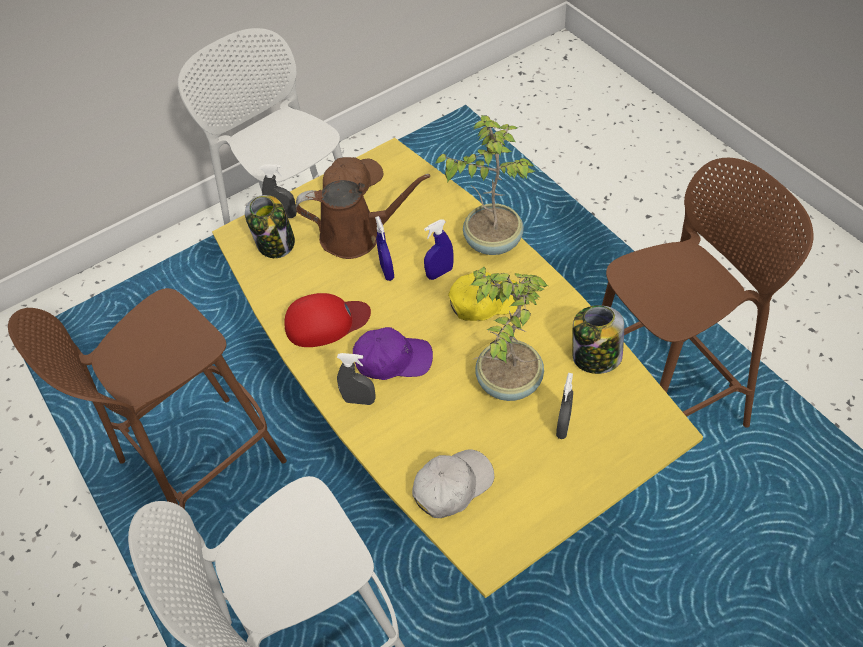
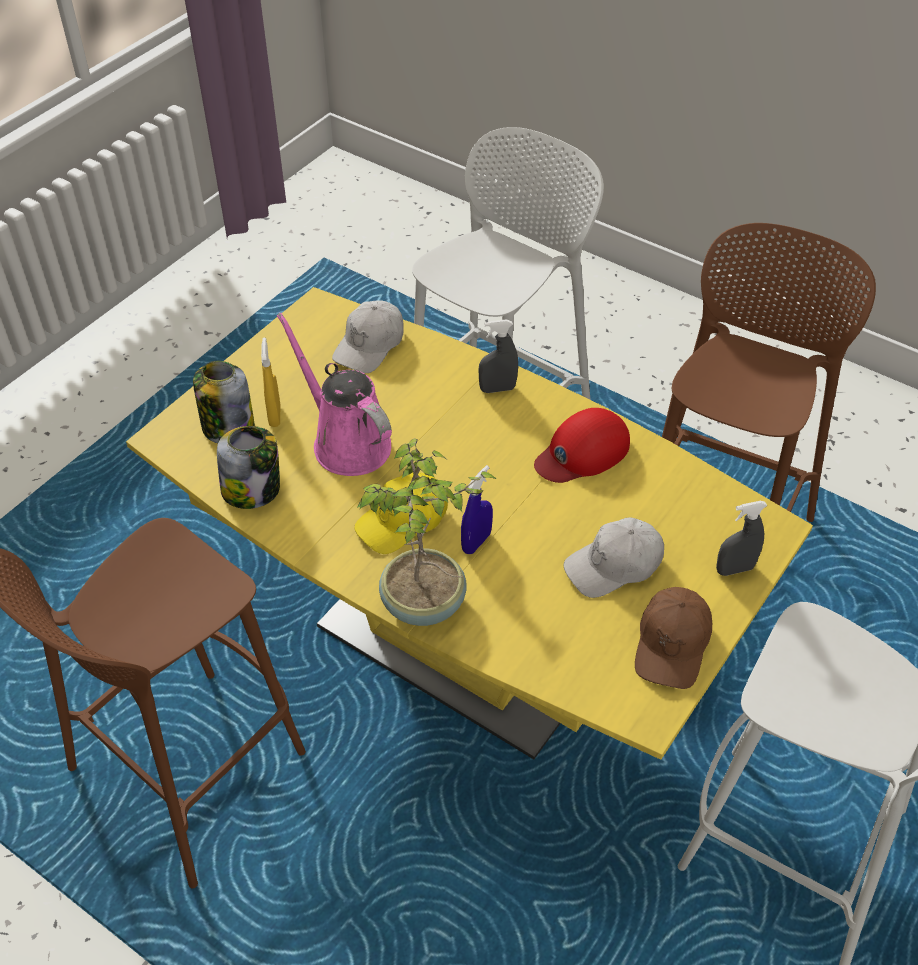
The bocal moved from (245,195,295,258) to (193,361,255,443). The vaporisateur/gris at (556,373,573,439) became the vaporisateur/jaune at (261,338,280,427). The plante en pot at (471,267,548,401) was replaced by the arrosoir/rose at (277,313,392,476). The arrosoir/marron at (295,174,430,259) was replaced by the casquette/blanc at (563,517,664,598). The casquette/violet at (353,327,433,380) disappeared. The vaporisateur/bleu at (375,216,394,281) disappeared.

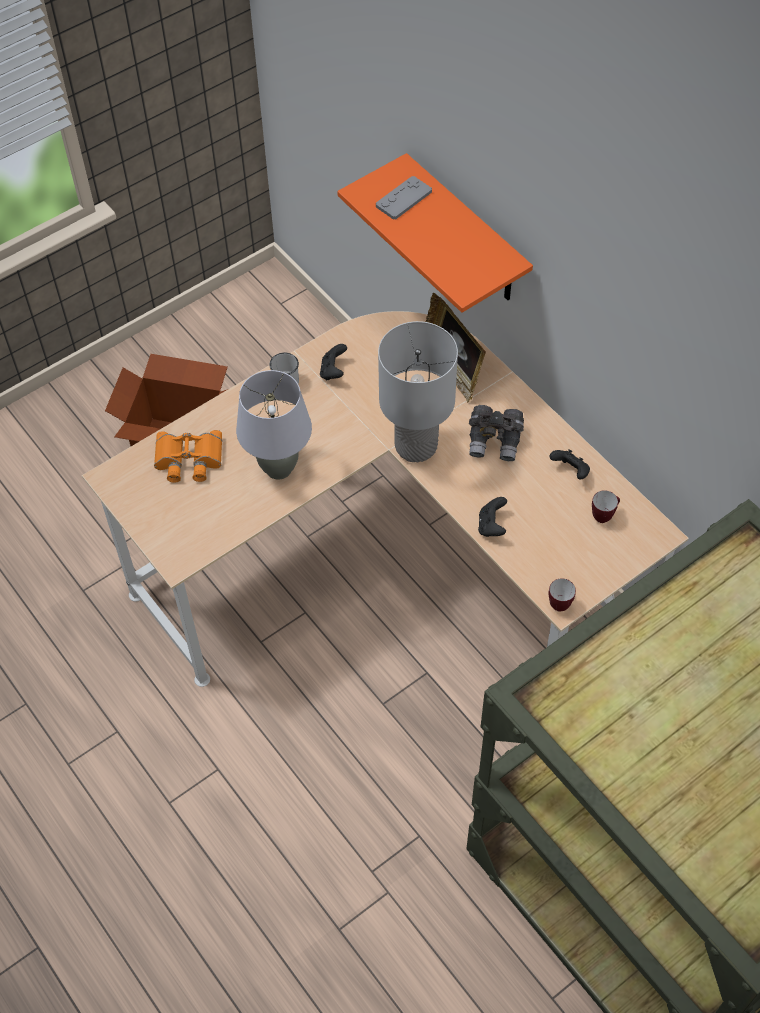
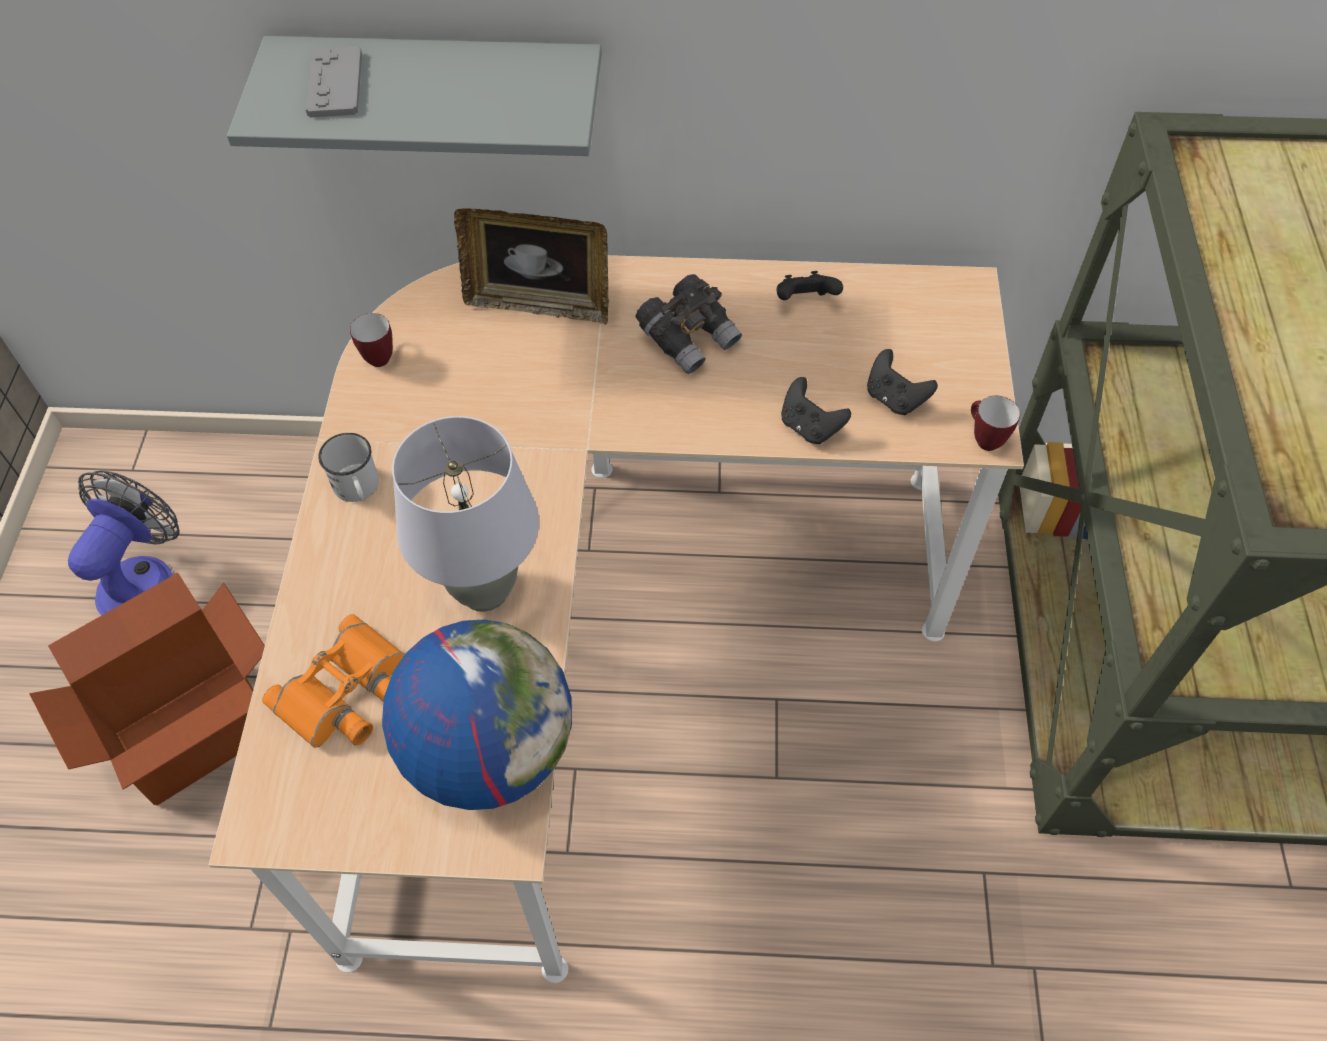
The ventilateur at (68,470,180,616) appeared. The étagère/orange at (337,153,533,313) became the étagère/gris at (227,36,602,156). The mug moved from (592,490,620,523) to (350,313,393,367). The globe at (382,619,572,810) appeared. The manette/noir moved from (320,344,347,380) to (867,349,938,415). The lampe de table/gris at (378,321,458,462) disappeared.

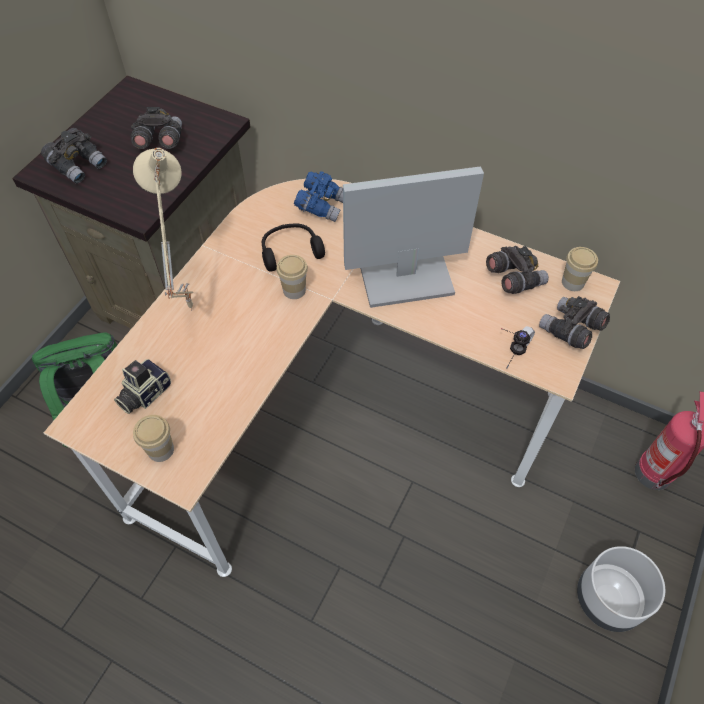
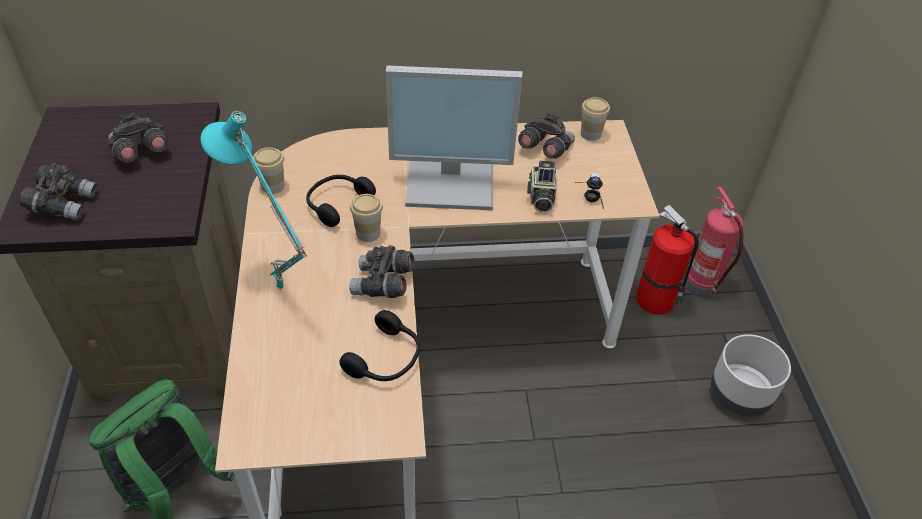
The lampe de table/beige at (133,148,193,311) became the lampe de table/turquoise at (200,111,307,292). The tasse moved from (133,415,174,462) to (253,147,285,194). The casque audio/noir at (339,310,420,381) appeared. The jumelles/gris moved from (539,296,610,349) to (349,245,414,298). The écran d'ordinateur at (343,166,484,308) turned 135 degrees counterclockwise. The appareil photo moved from (114,359,171,414) to (527,161,557,213). The extincteur at (636,205,699,315) appeared. The jumelles/bleu at (294,171,343,222) disappeared.

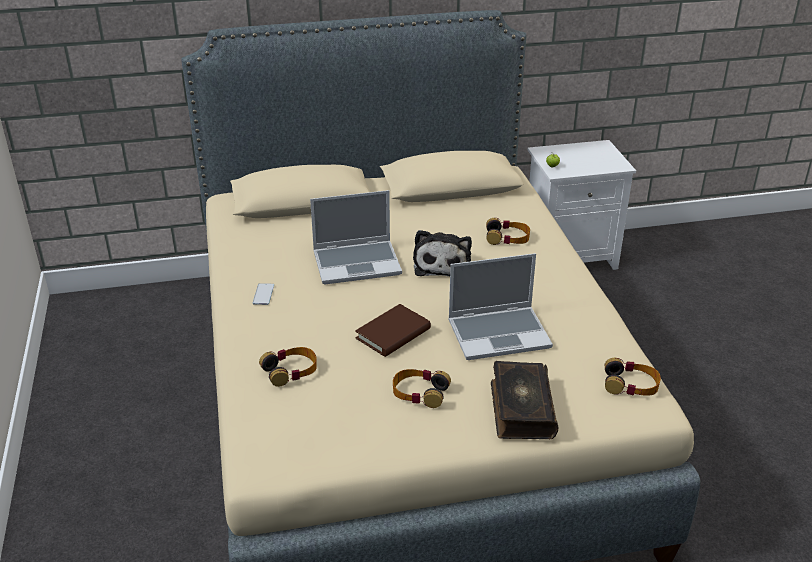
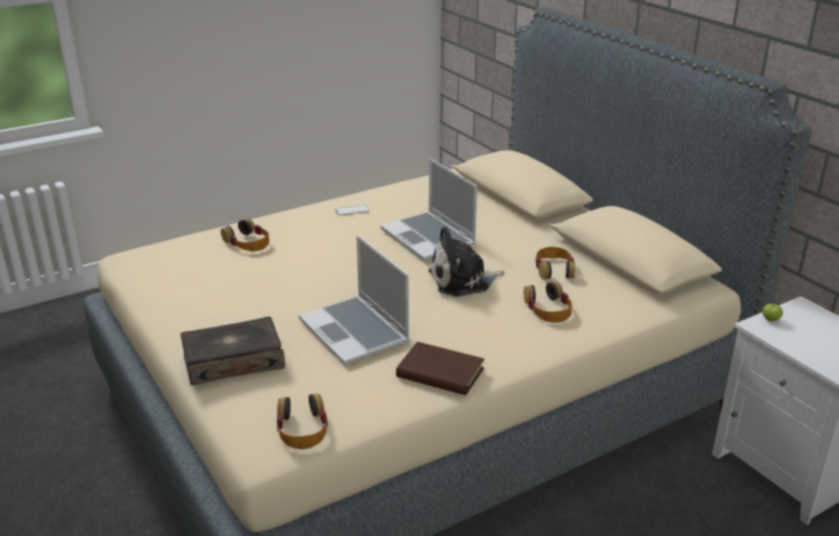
The livre/marron moved from (355,304,431,357) to (396,342,484,395). The casque audio moved from (393,369,451,408) to (535,247,575,279).

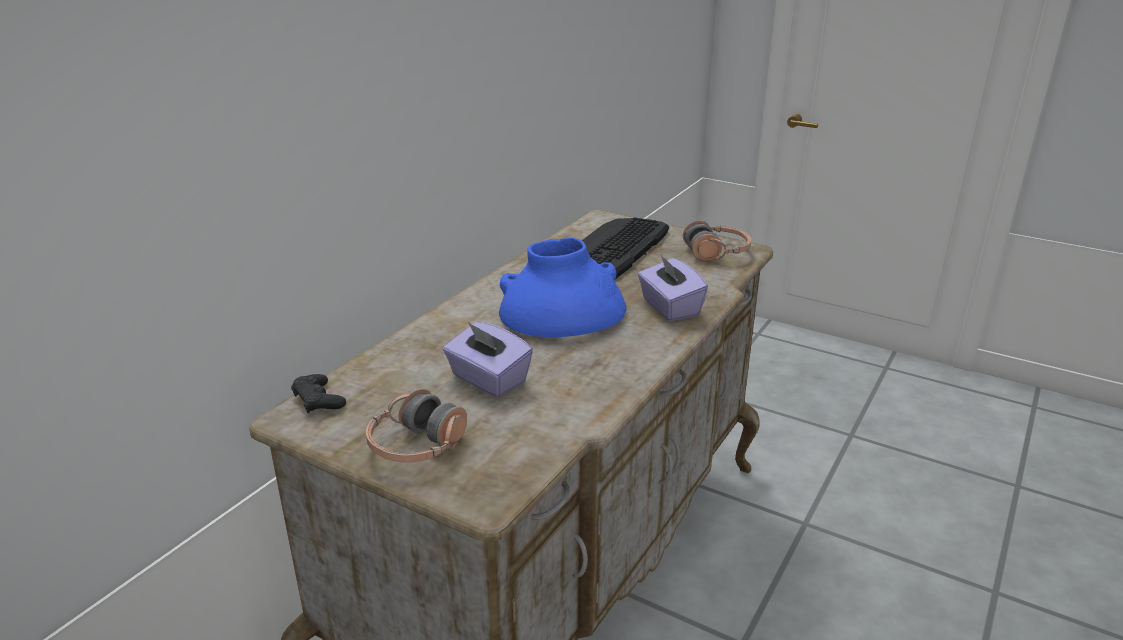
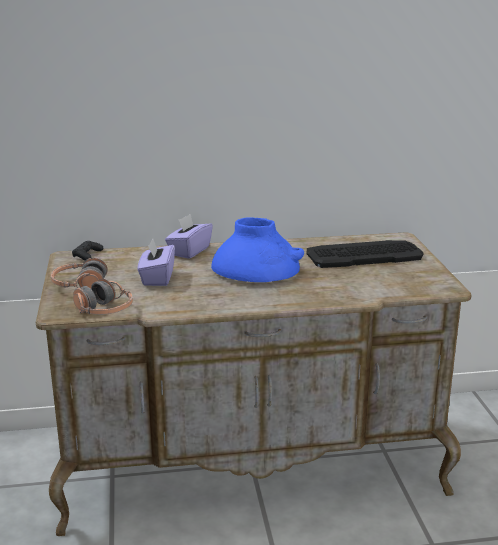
The casque audio moved from (683,221,751,261) to (73,279,133,315). The boîte à mouchoirs/violet moved from (638,255,708,321) to (165,214,213,259).

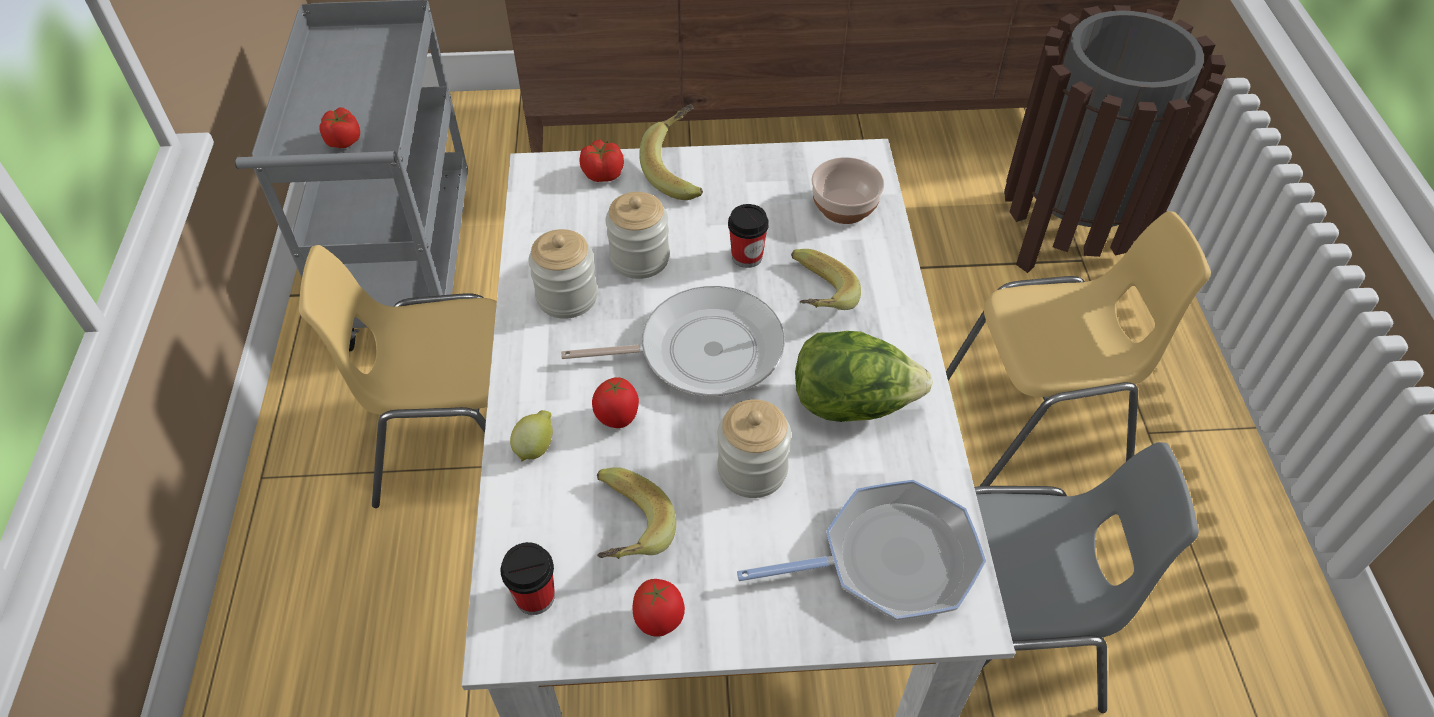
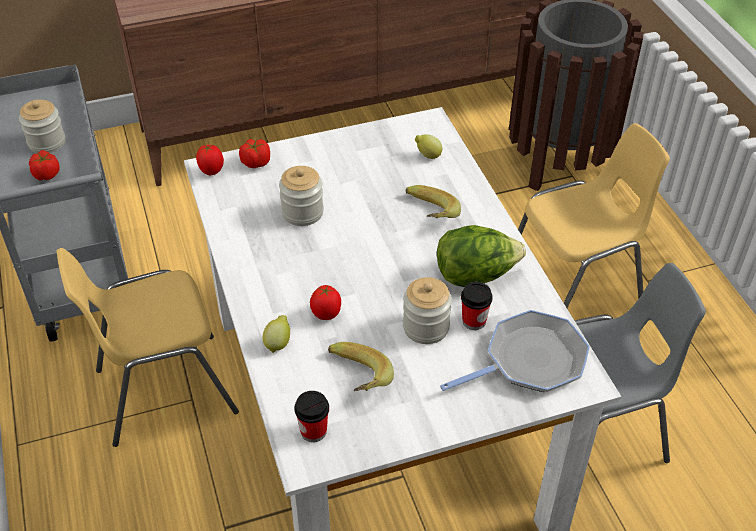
The bocal moved from (528,229,598,319) to (19,100,65,153). The tomate moved from (633,579,685,637) to (196,144,224,175). The bol at (811,157,884,224) was replaced by the citron at (415,134,442,159). The tasse moved from (728,204,769,268) to (461,282,493,330). The poêle at (561,286,785,396) disappeared. The banane at (639,104,703,200) disappeared.

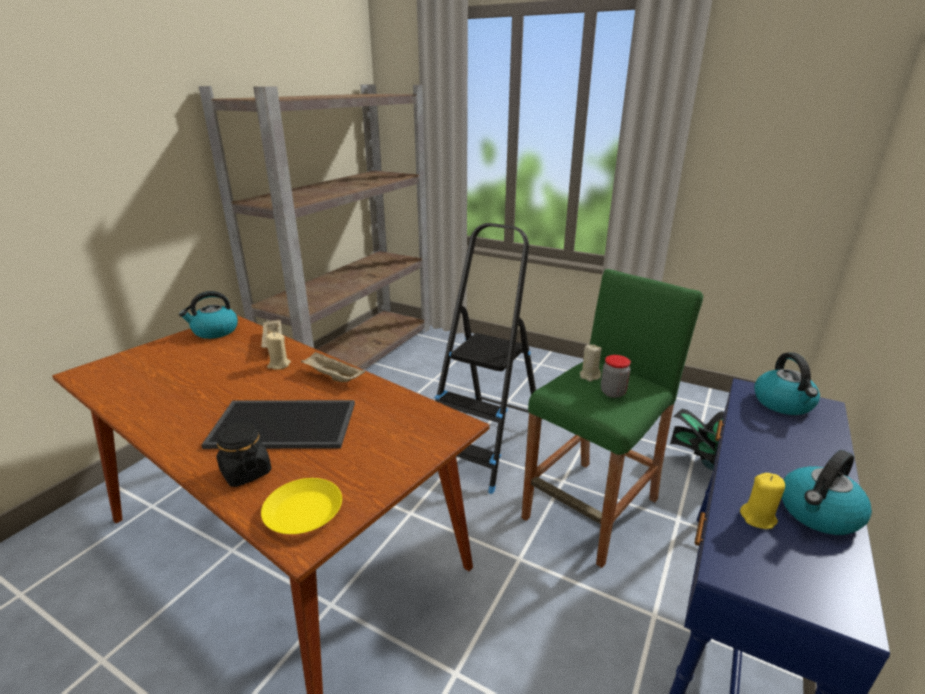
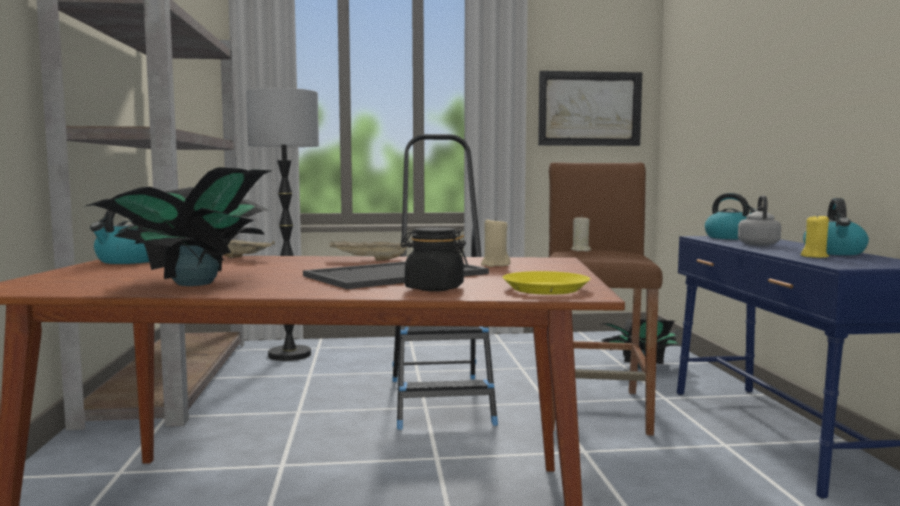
The plante en pot at (83,167,271,286) appeared. The lampadaire at (246,88,319,361) appeared. The bougie/beige moved from (266,332,291,370) to (481,217,511,267). The tableau at (538,71,642,146) appeared. The tabouret/vert at (521,269,703,568) became the tabouret/marron at (549,162,663,436). The bouilloire/gris at (738,195,781,246) appeared. The bocal at (601,355,631,398) disappeared.

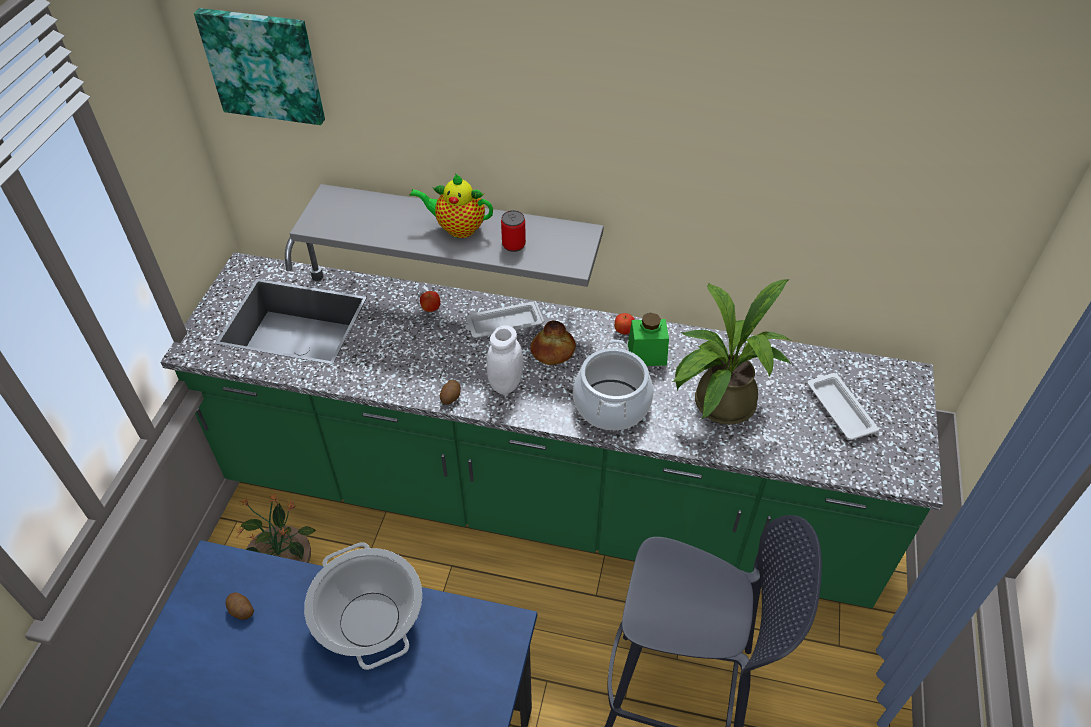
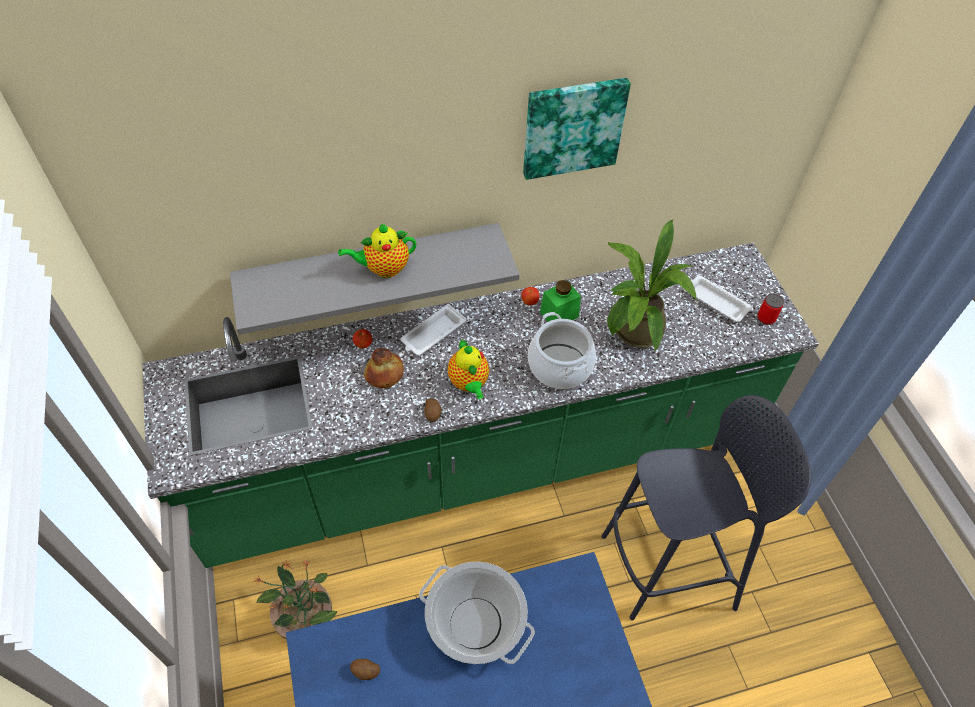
The pain moved from (530,320,576,365) to (364,348,404,388). The bocal/blanc at (486,325,523,395) was replaced by the théière at (448,339,489,399). The tableau moved from (194,8,325,125) to (523,78,631,180). The boîte métallique moved from (501,210,526,252) to (758,293,784,325).

